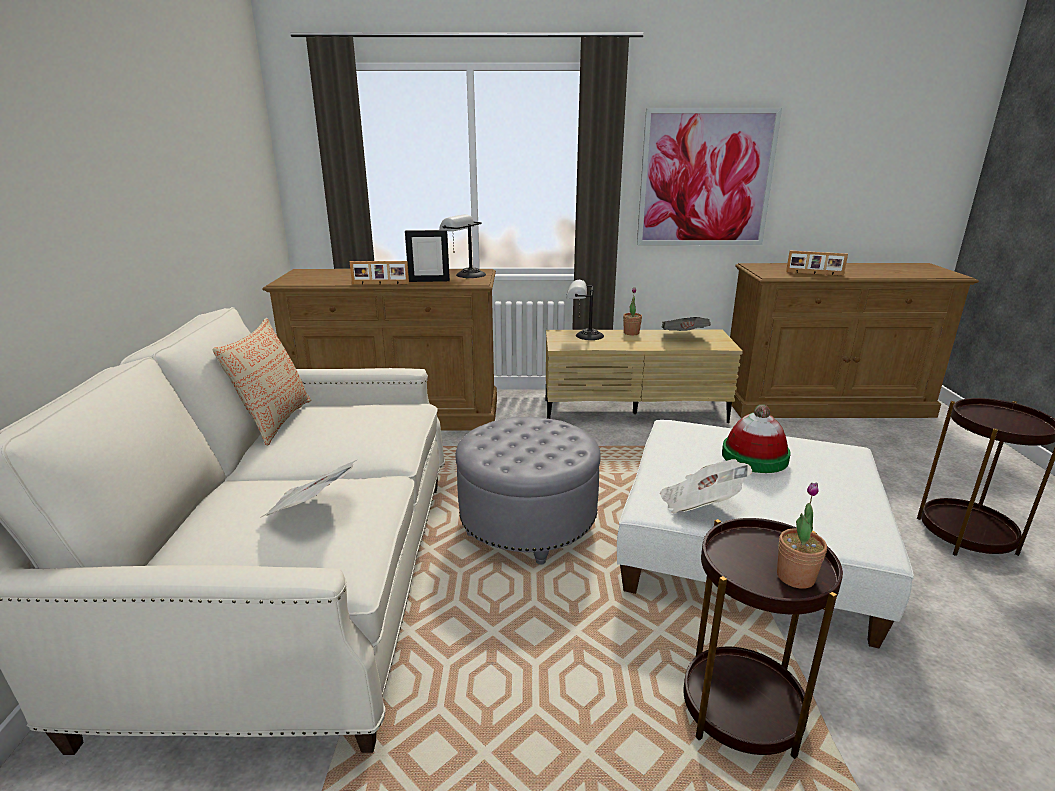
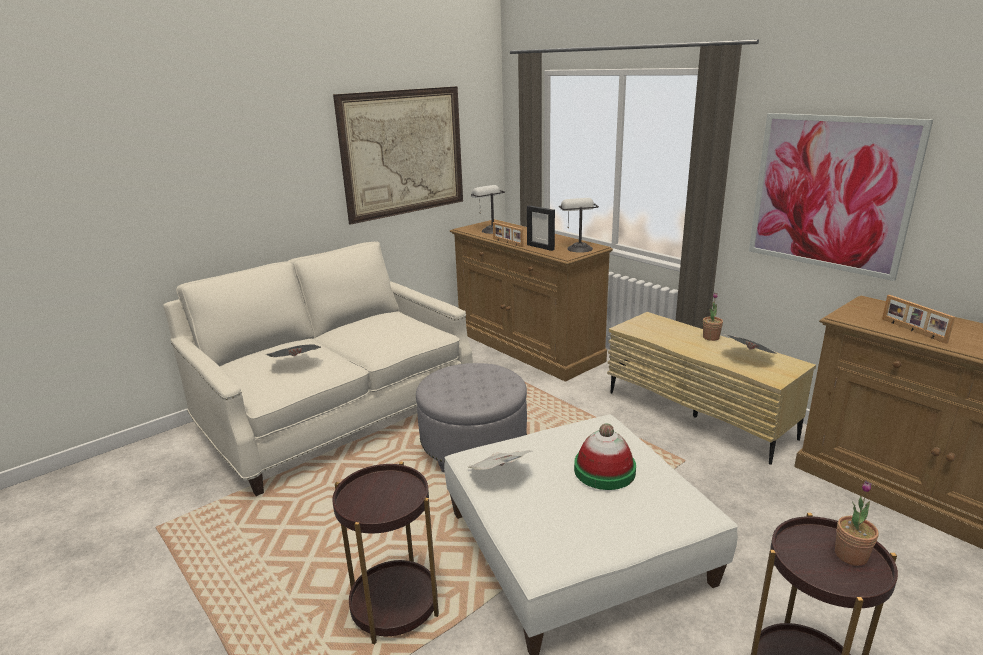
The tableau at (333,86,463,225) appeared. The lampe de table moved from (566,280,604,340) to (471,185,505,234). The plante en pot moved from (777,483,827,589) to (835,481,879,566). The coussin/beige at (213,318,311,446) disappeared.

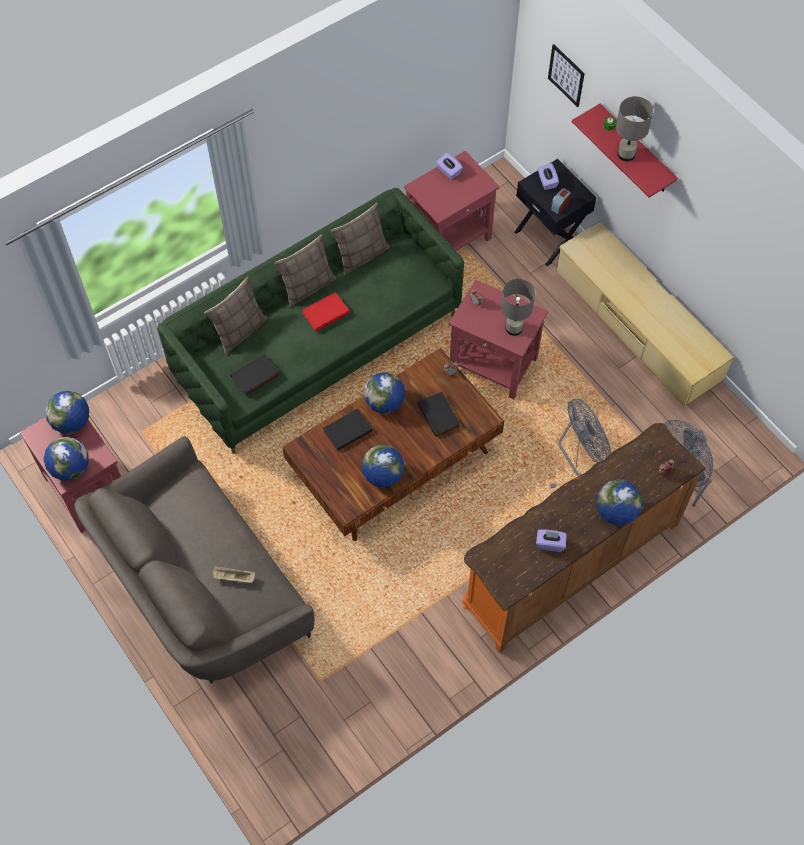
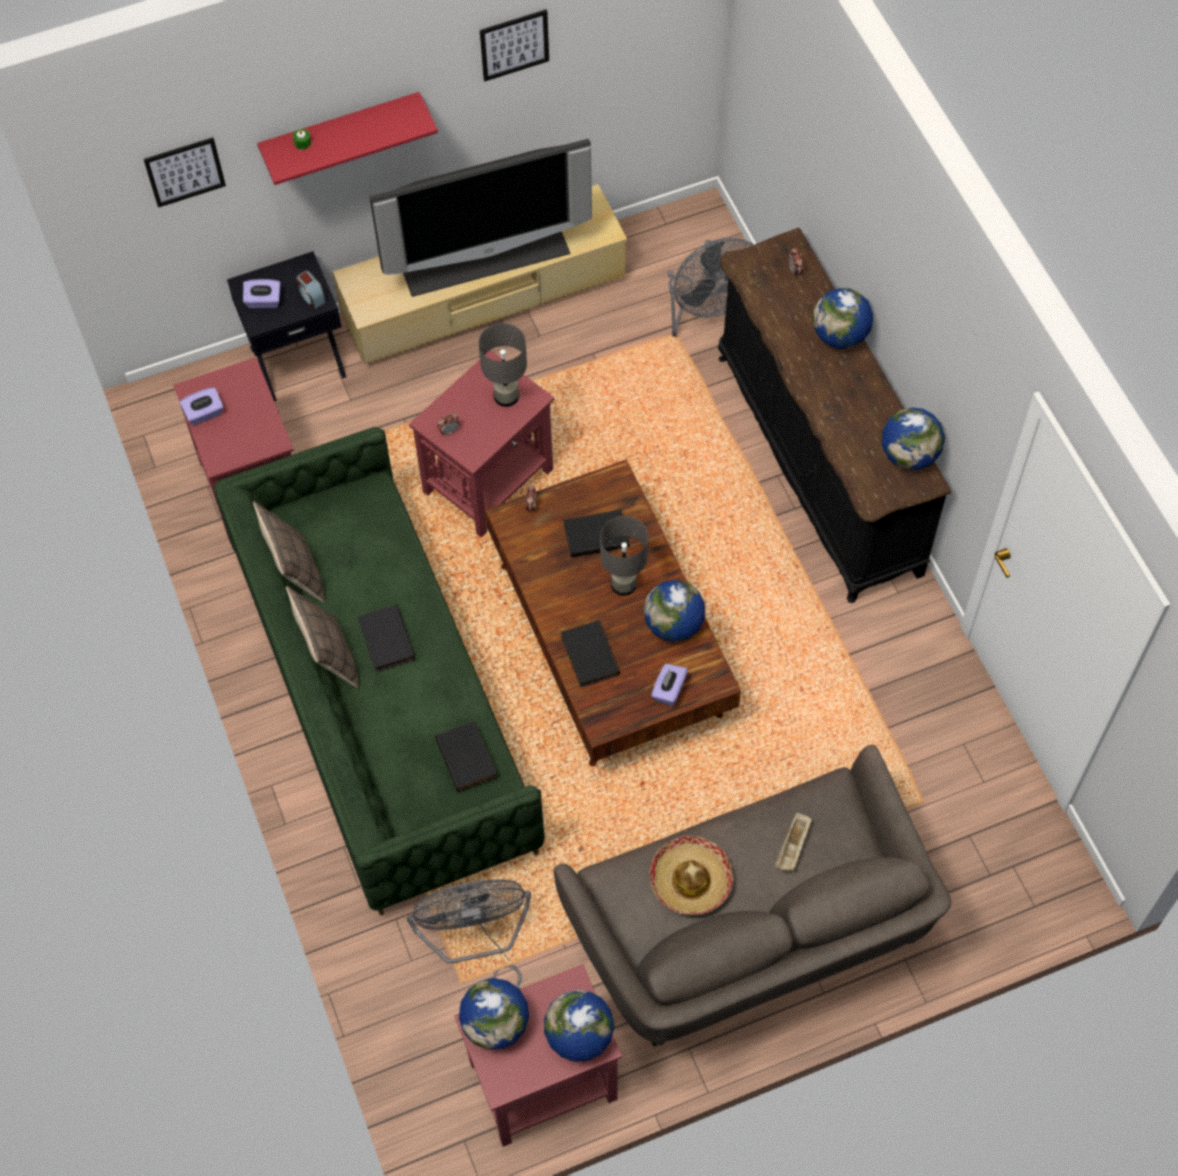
The livre/rouge at (302,292,350,331) became the livre/noir at (358,604,415,672). The téléviseur at (370,139,592,297) appeared. The ventilateur/gris moved from (550,399,611,488) to (407,879,531,989). The tableau at (480,9,549,81) appeared. The lampe de table/gris moved from (616,96,653,161) to (600,516,648,596). The chapeau at (649,836,733,915) appeared. The boîte à mouchoirs/violet moved from (536,529,567,552) to (651,664,688,707). The meuble de rangement/orange at (462,423,706,653) became the meuble de rangement/noir at (718,228,951,603). The globe moved from (364,372,405,414) to (882,407,945,470). The coussin at (205,276,268,354) disappeared.

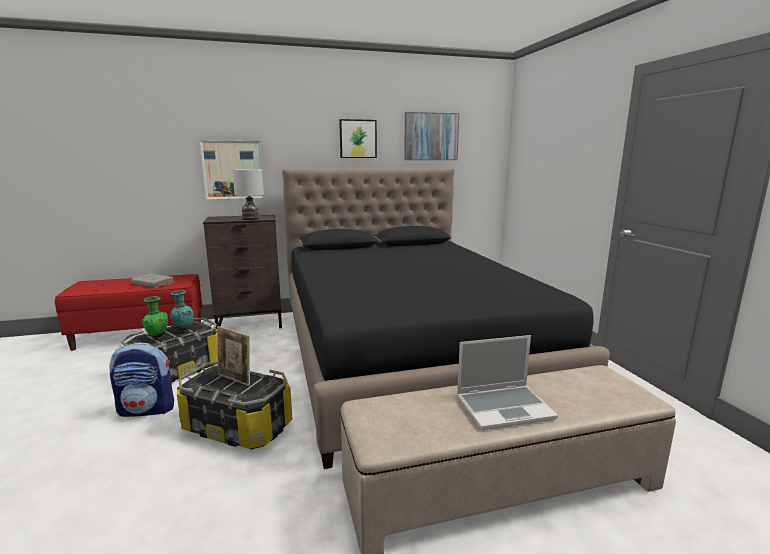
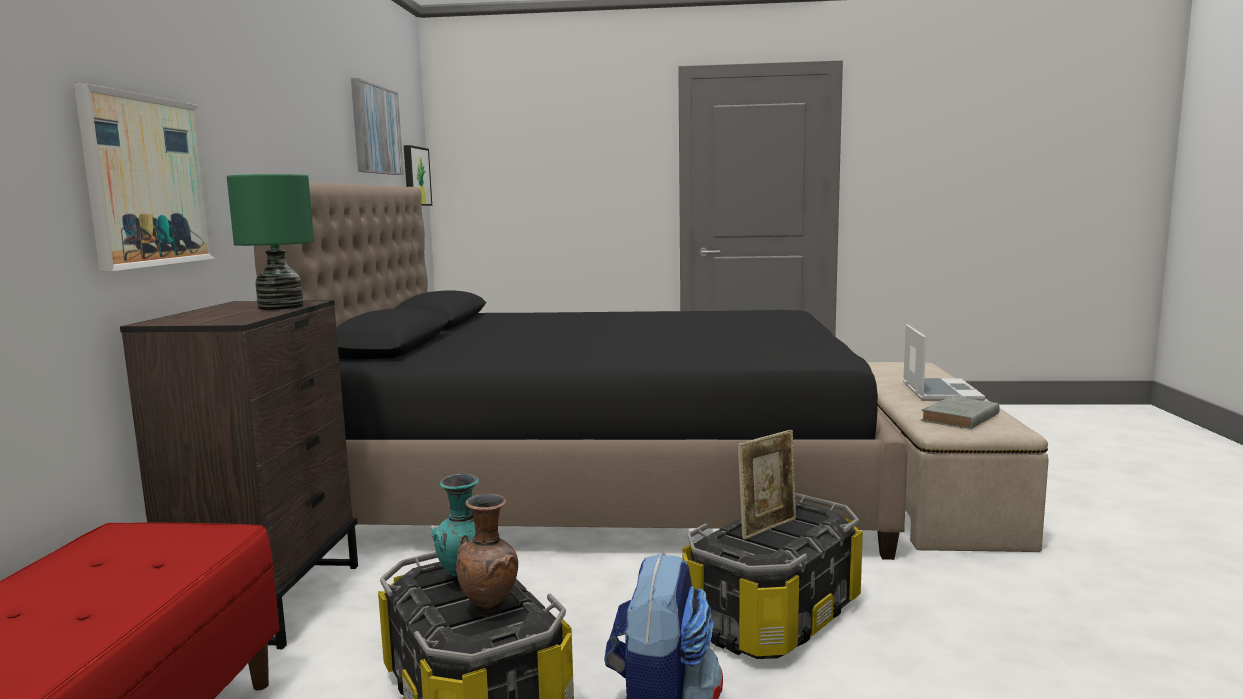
The lampe de table/gris at (232,169,264,220) became the lampe de table/vert at (227,174,314,310). The tableau moved from (339,119,377,158) to (404,145,432,206). The vase/vert at (141,296,168,340) became the vase/marron at (456,494,518,617). The livre/gris moved from (131,274,174,288) to (921,396,1000,430).

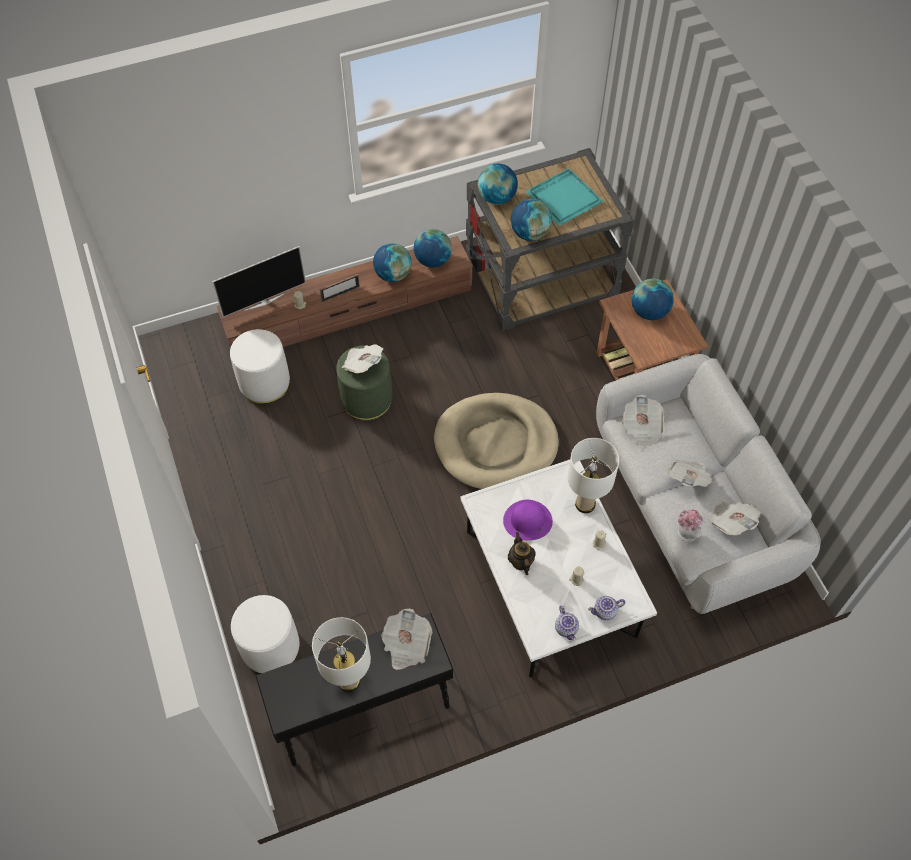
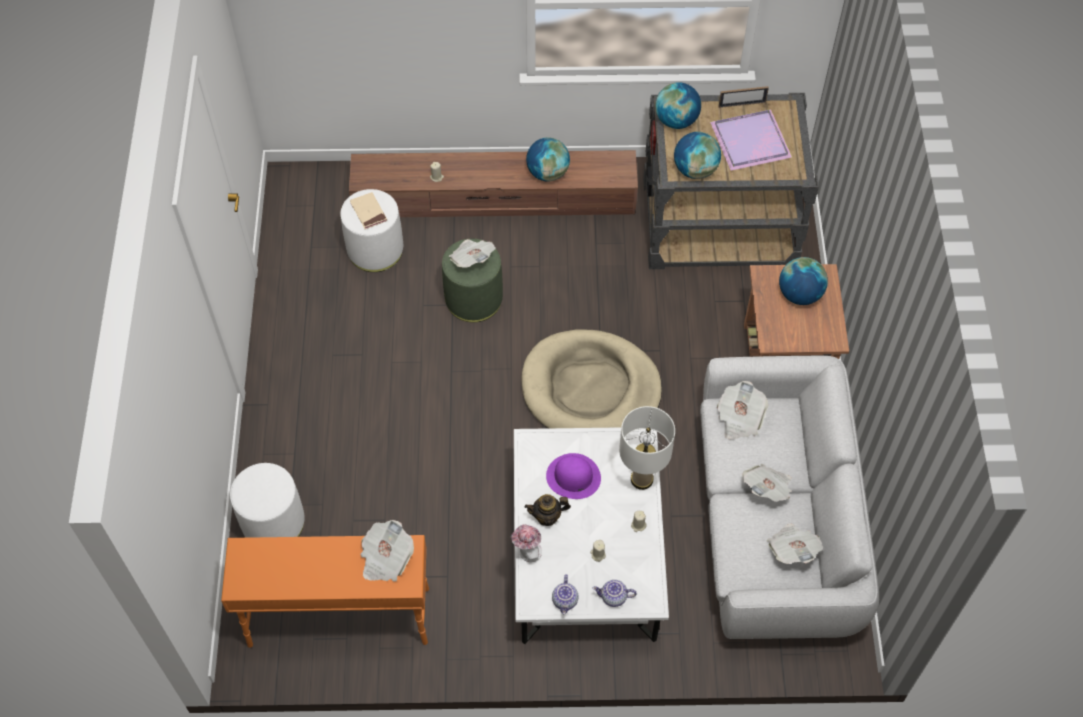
The table console/noir at (256,613,453,766) became the table console/orange at (221,535,429,648). The livre/beige at (350,192,387,229) appeared. The chapeau moved from (678,510,703,542) to (511,524,542,562). The théière at (508,532,536,575) turned 105 degrees counterclockwise. The plateau/turquoise at (525,168,604,226) became the plateau/violet at (710,109,792,170). The cadre photo moved from (320,274,360,302) to (718,86,769,108). The téléviseur at (212,246,306,317) disappeared. The lampe de table/blanc at (312,617,371,692) disappeared. The globe at (414,229,452,268) disappeared.

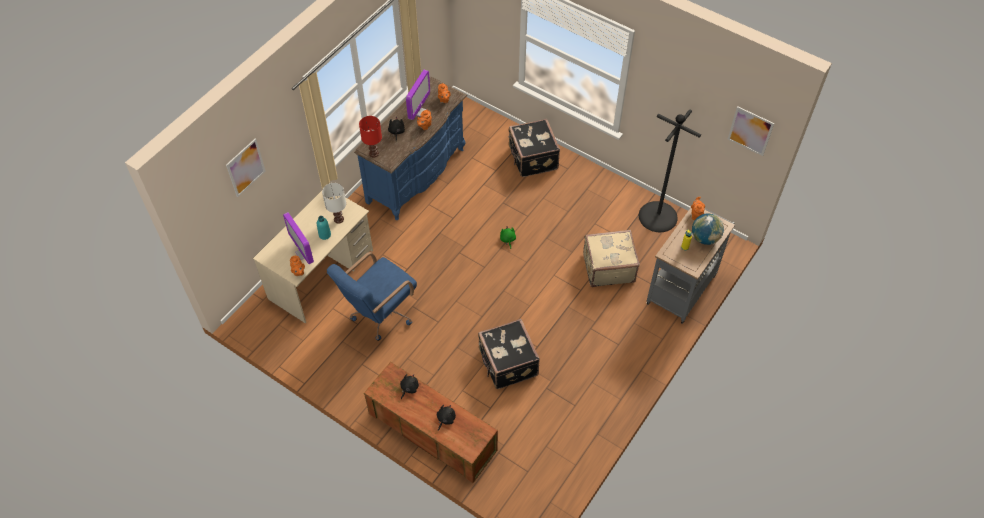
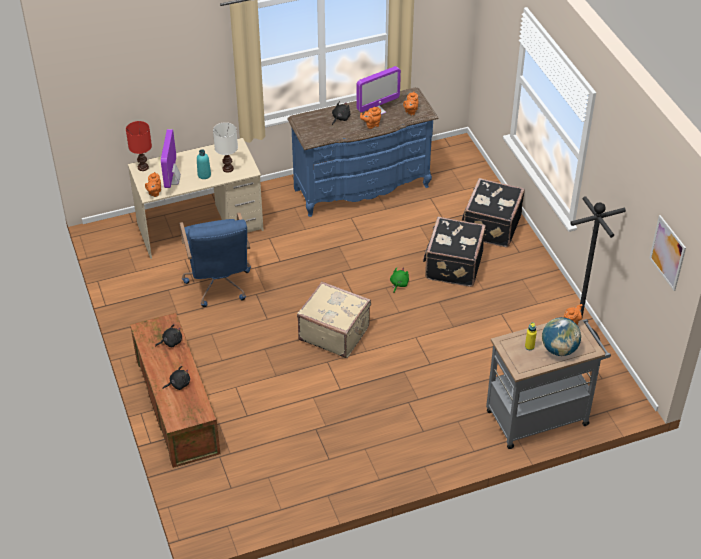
The lampe de table/rouge moved from (359,116,382,158) to (126,121,152,171). The chaise de bureau/bleu at (327,252,417,341) turned 90 degrees counterclockwise. The valise/beige moved from (583,230,640,287) to (297,281,371,358). The valise/noir moved from (478,319,540,389) to (423,217,486,287). The tableau at (226,138,266,197) disappeared.

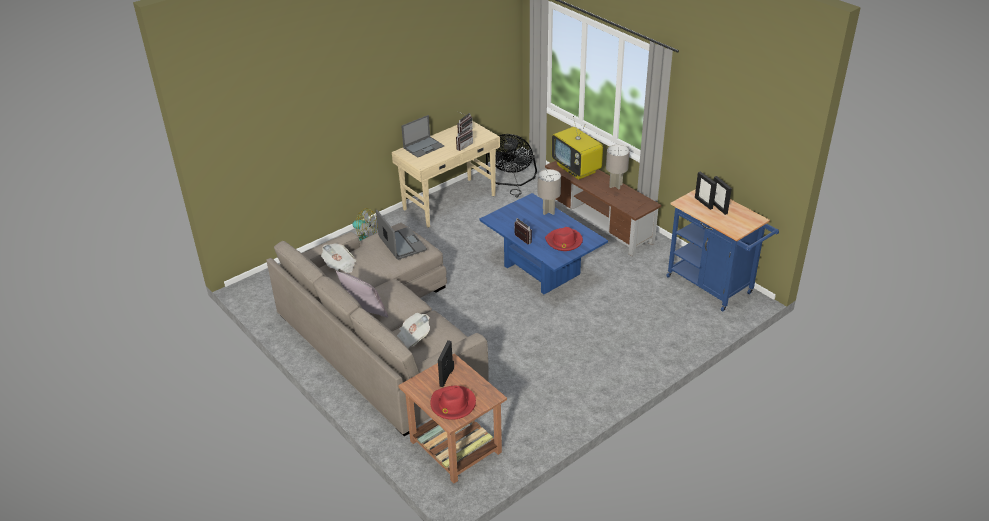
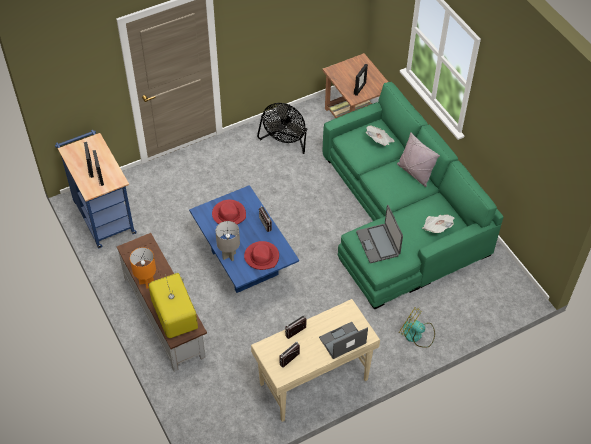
The lampe de table/gris at (606,145,630,189) became the lampe de table/orange at (130,247,156,289). The chapeau/rouge moved from (430,386,476,420) to (244,241,279,270). The ventilateur/noir moved from (486,134,537,198) to (257,102,307,154). The canapé/beige at (266,223,489,436) became the canapé/vert at (323,82,504,310).

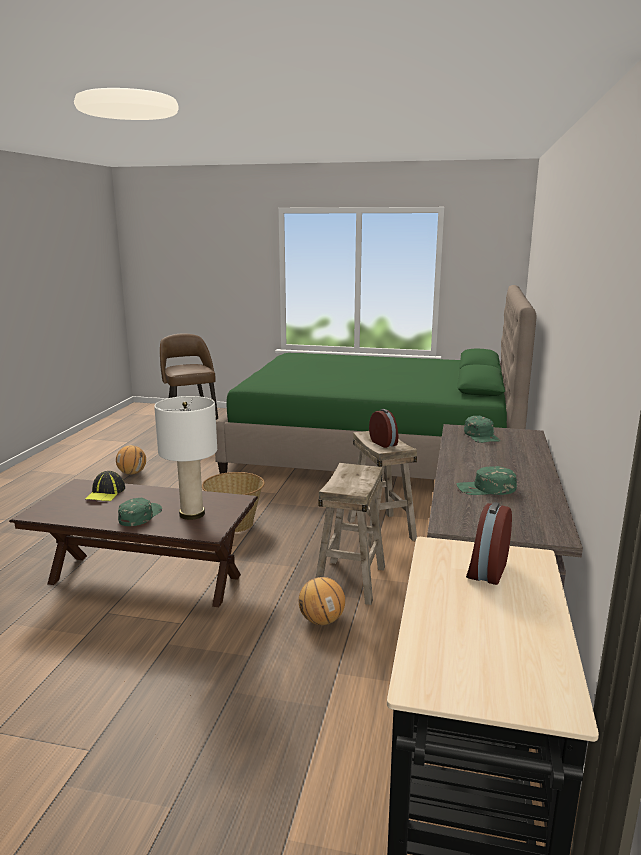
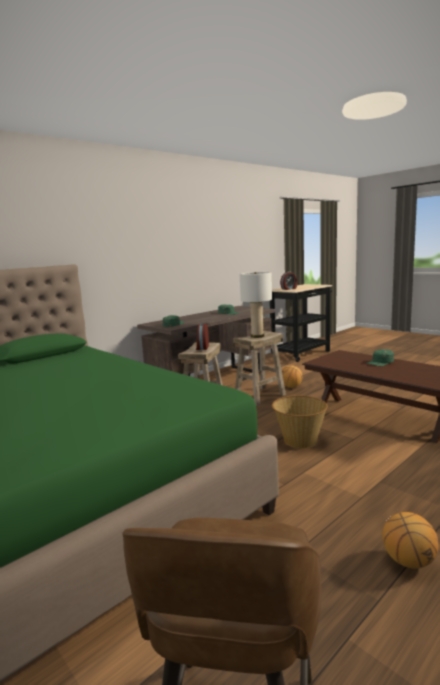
The lampe de table/blanc moved from (154,396,217,520) to (240,272,272,338). The casquette at (86,471,125,501) disappeared.

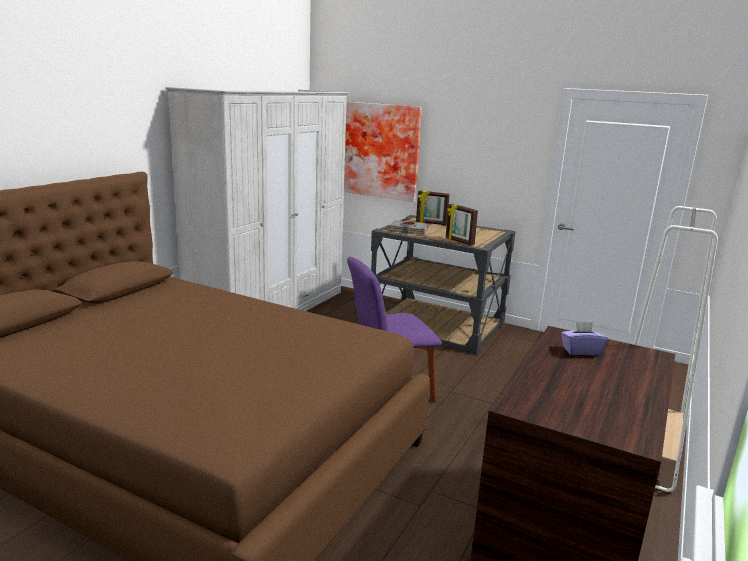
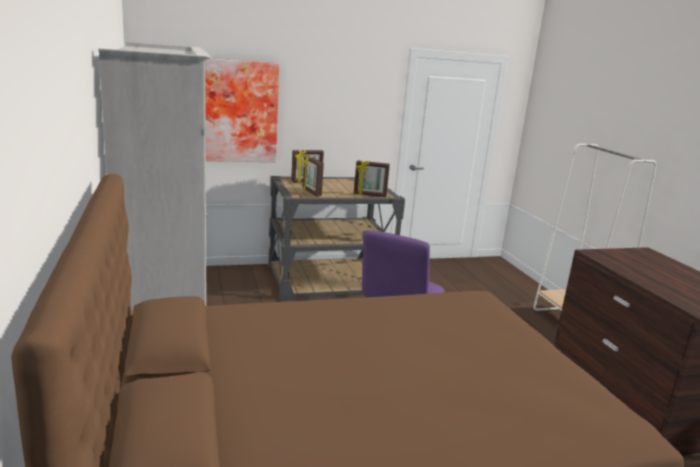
The livre/gris at (389,220,428,234) was replaced by the cadre photo at (303,156,324,197). The boîte à mouchoirs/violet at (561,321,608,355) disappeared.

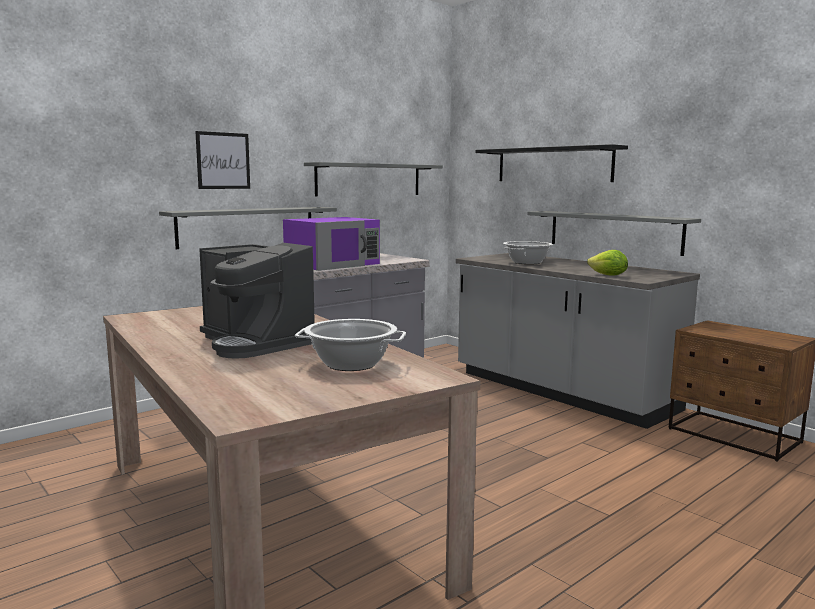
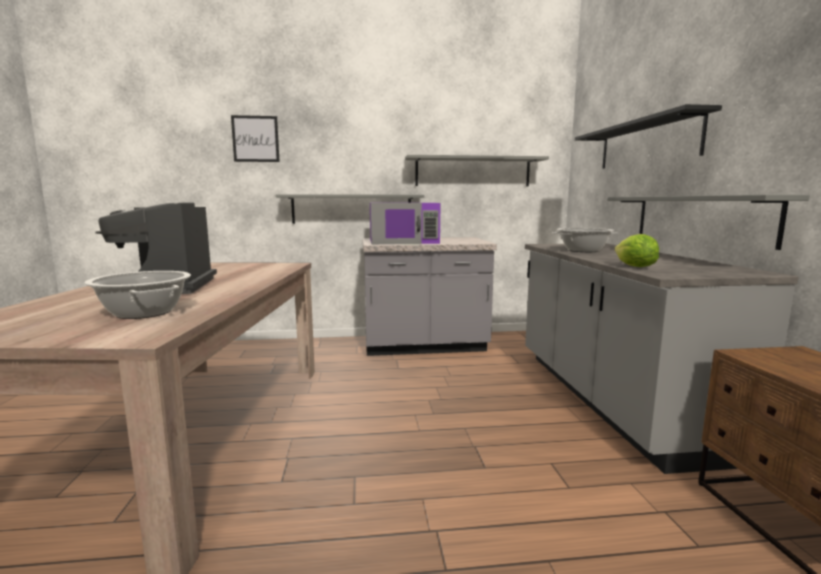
The tableau moved from (195,131,250,189) to (231,115,280,162).

